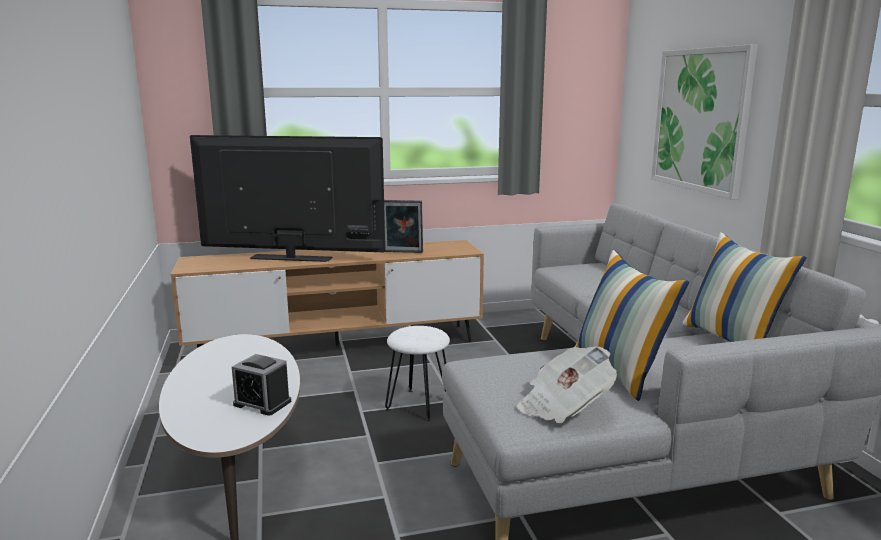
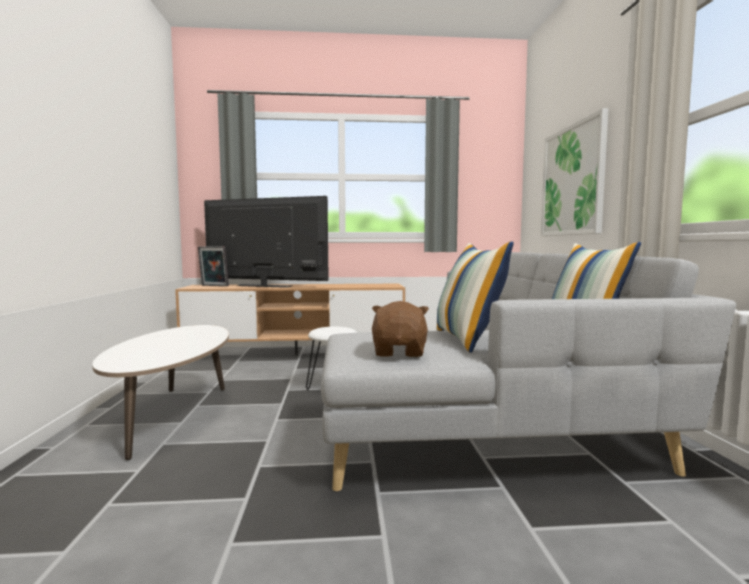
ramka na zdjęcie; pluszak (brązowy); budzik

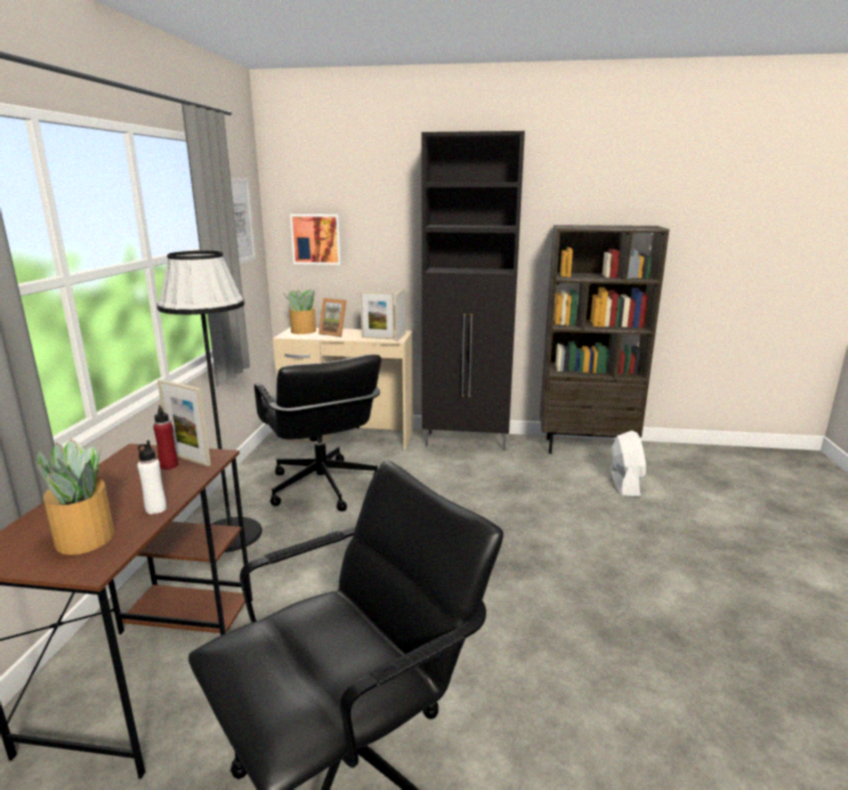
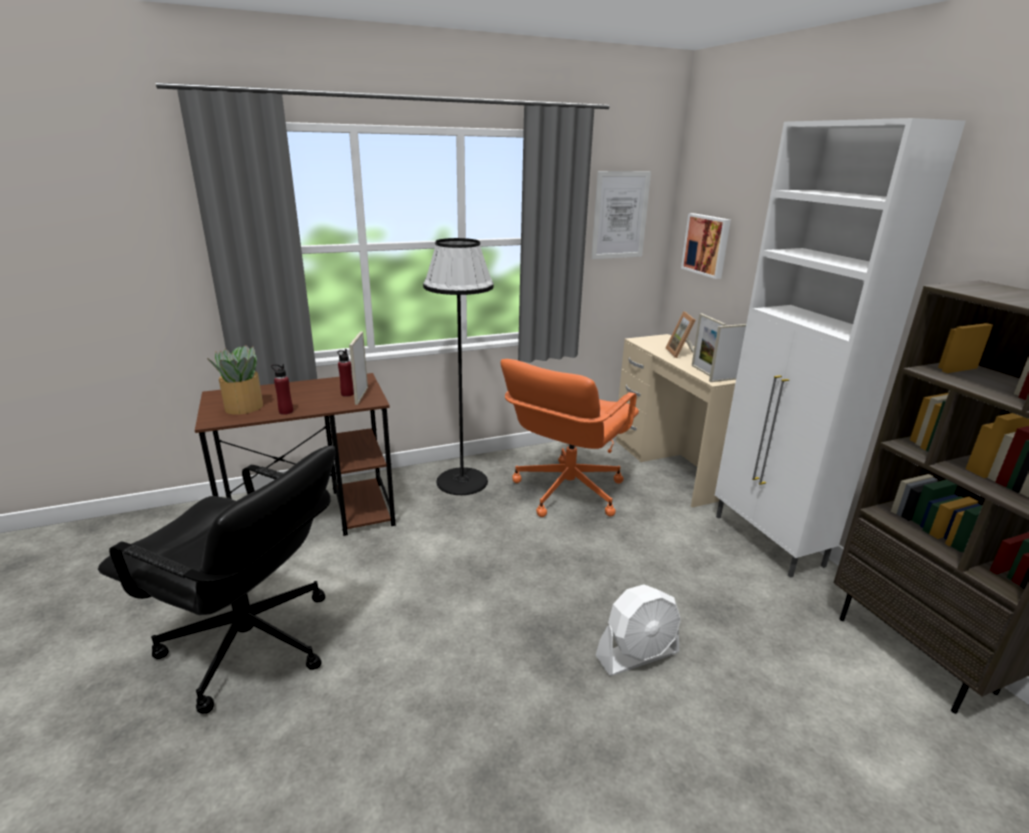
butelka (czerwony) (no. 1 from left); krzesło biurowe (pomarańczowy); wentylator (biały); szafka (biały); roślina doniczkowa (no. 2 from left in the first image)

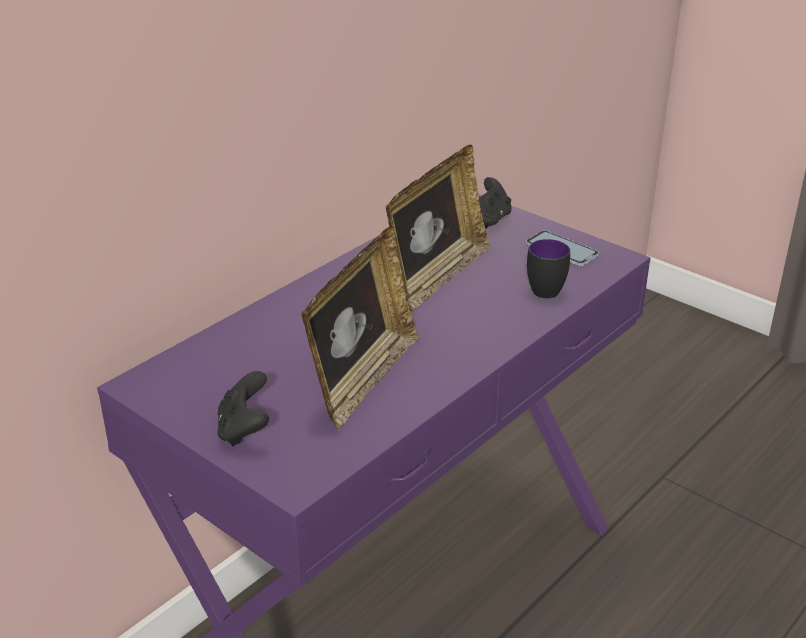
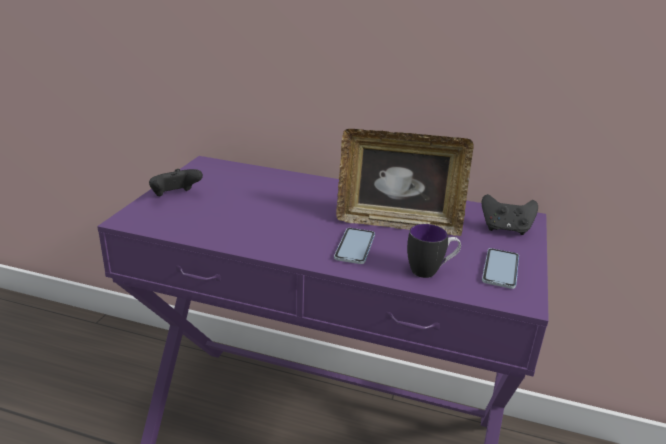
telefon (no. 1 from left); ramka na zdjęcie (no. 1 from left in the first image)

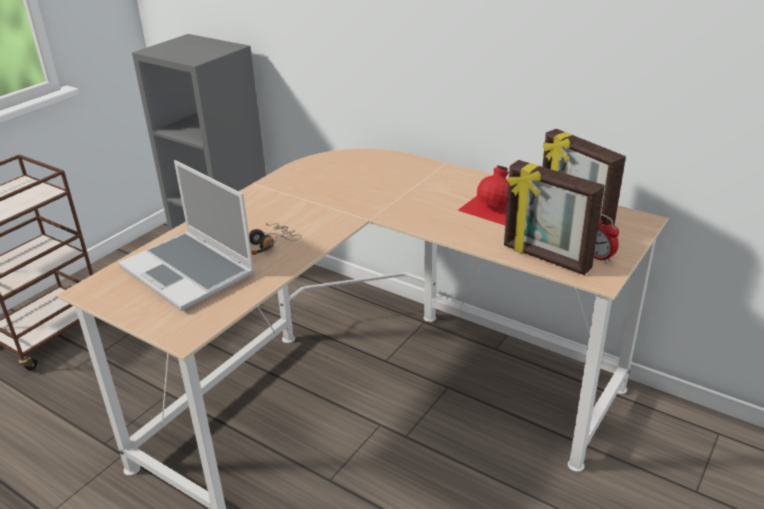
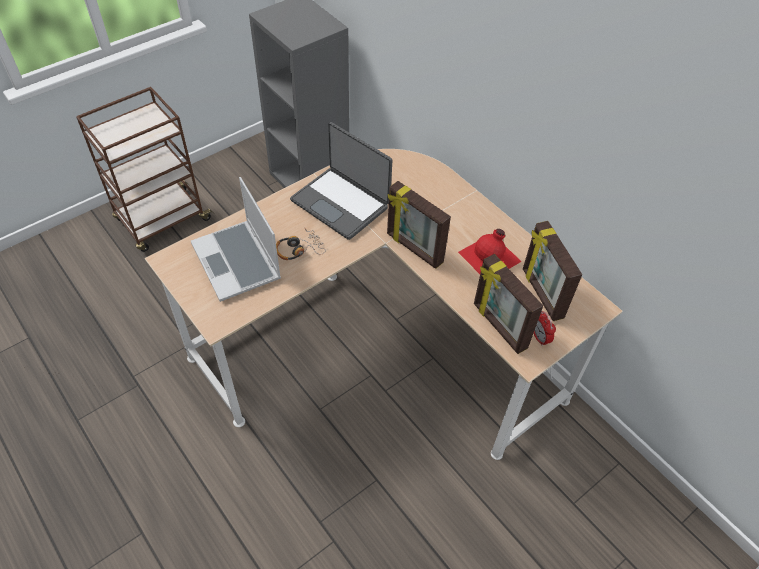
laptop (no. 2 from left); ramka na zdjęcie (no. 1 from left)

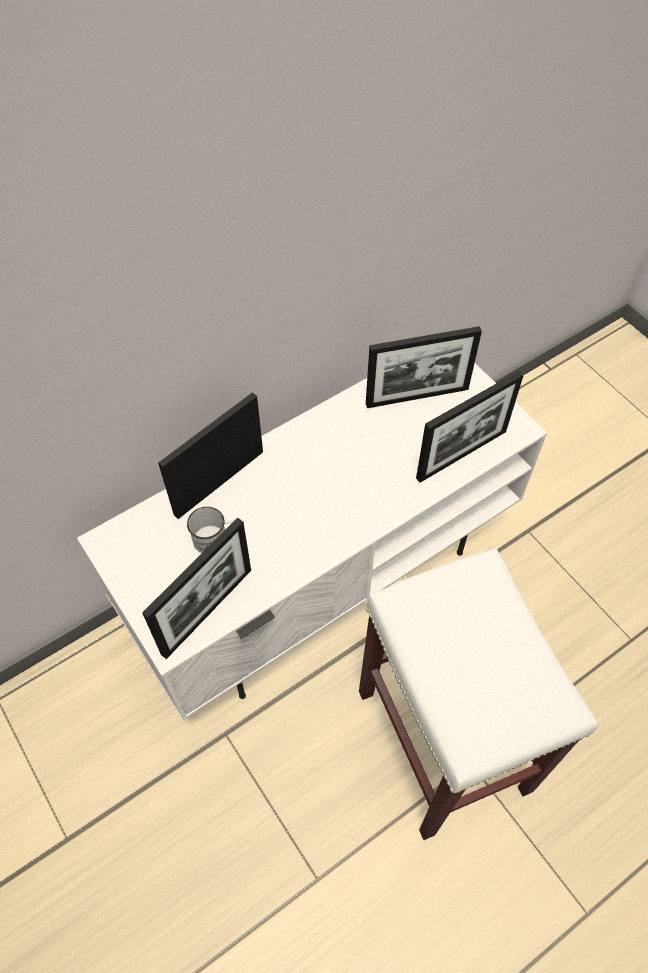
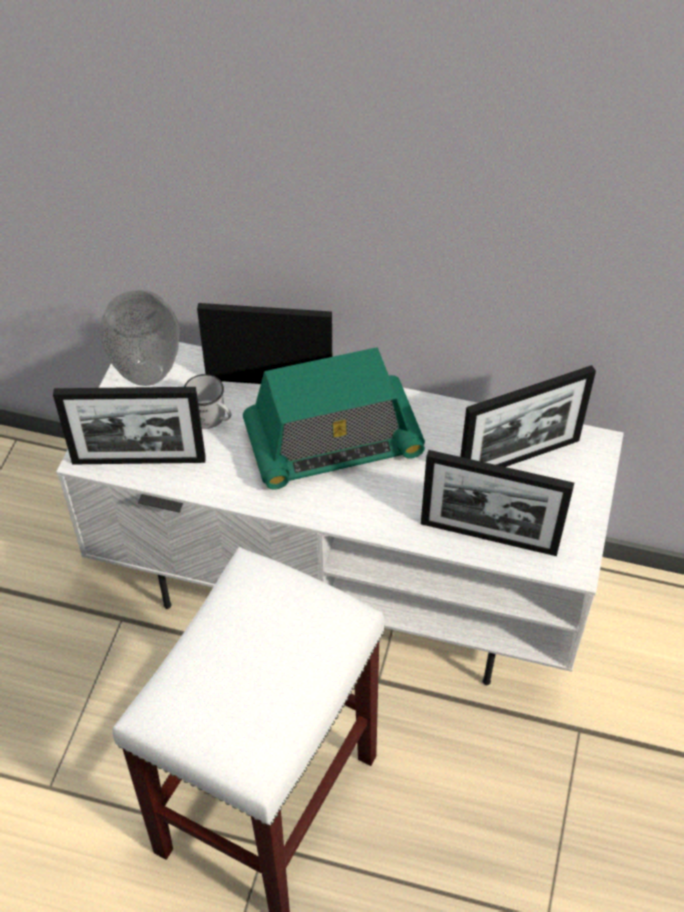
wazon; radio; ramka na zdjęcie (no. 4 from left)

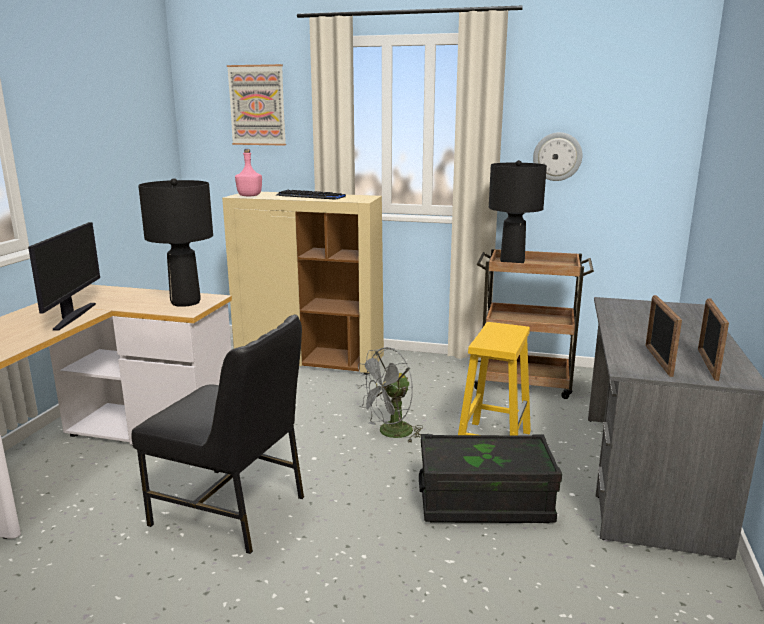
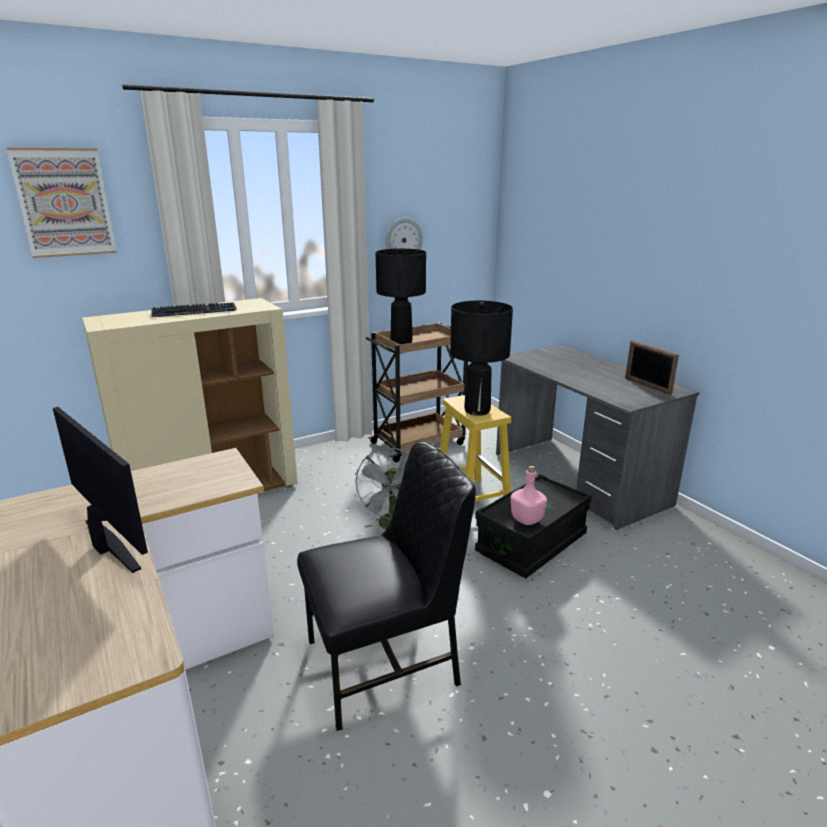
lampa stołowa (czarny) (no. 2 from left); butelka (różowy); ramka na zdjęcie (no. 1 from left in the first image)

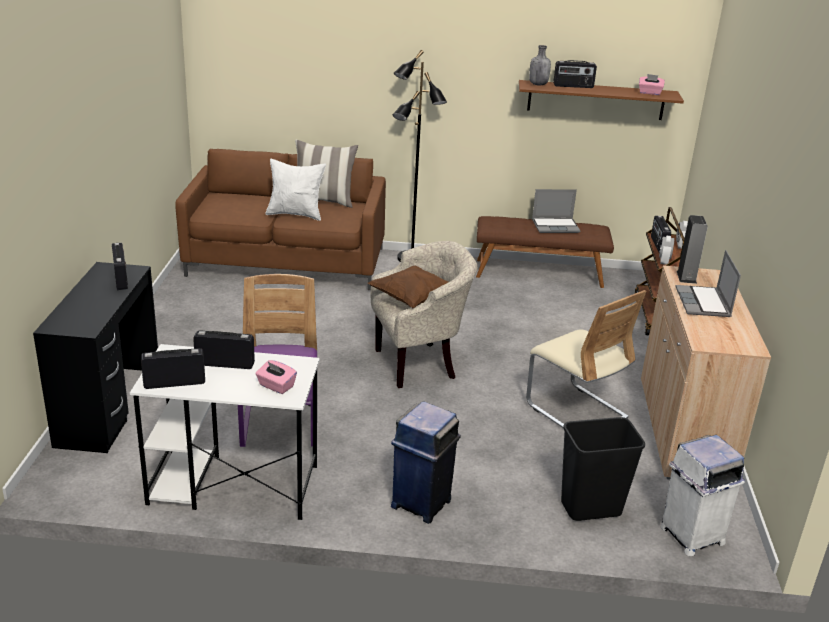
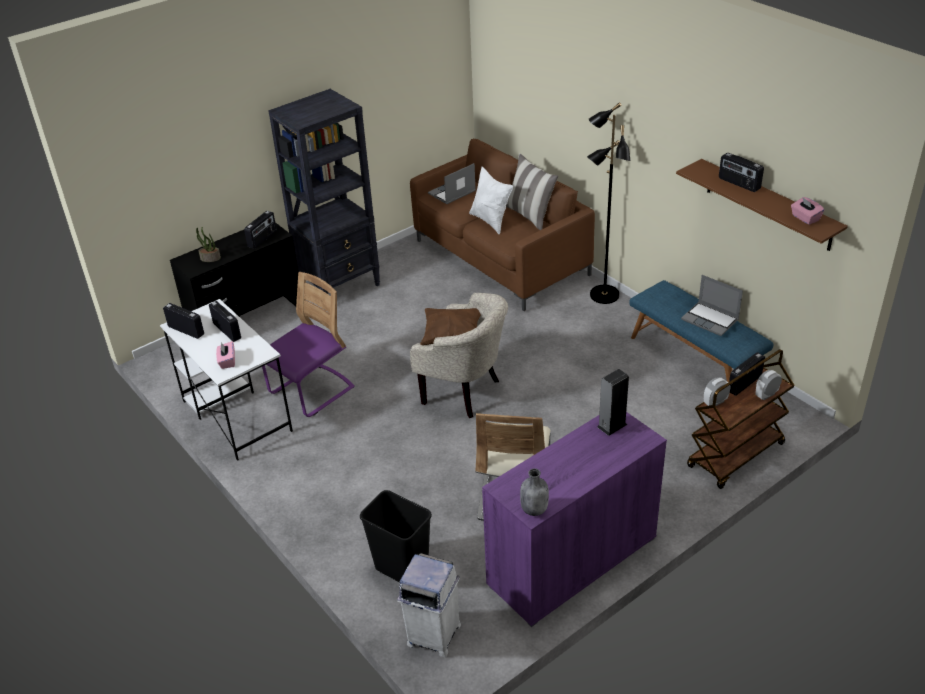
roślina doniczkowa; regał (czarny); laptop (no. 1 from left); szafka (fioletowy); butelka (szary); ławka (niebieski); kosz na śmieci (niebieski)

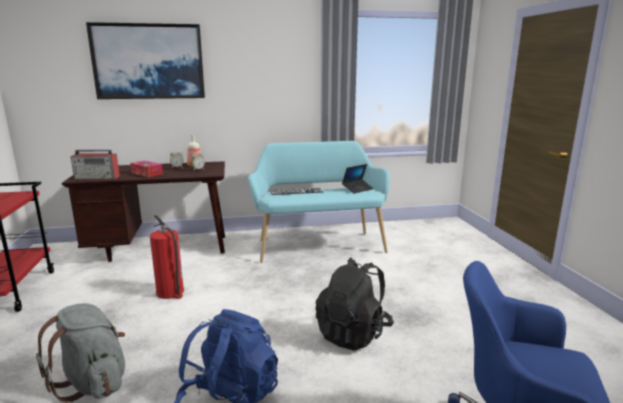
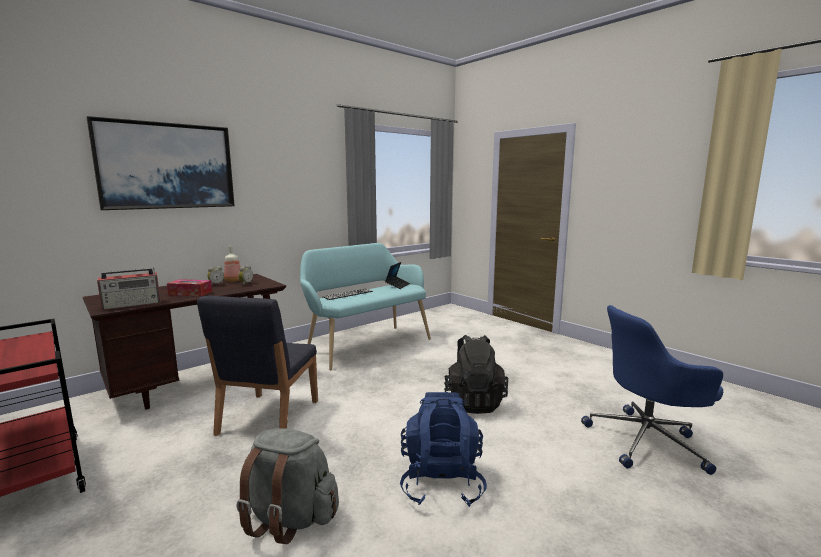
krzesło (niebieski)

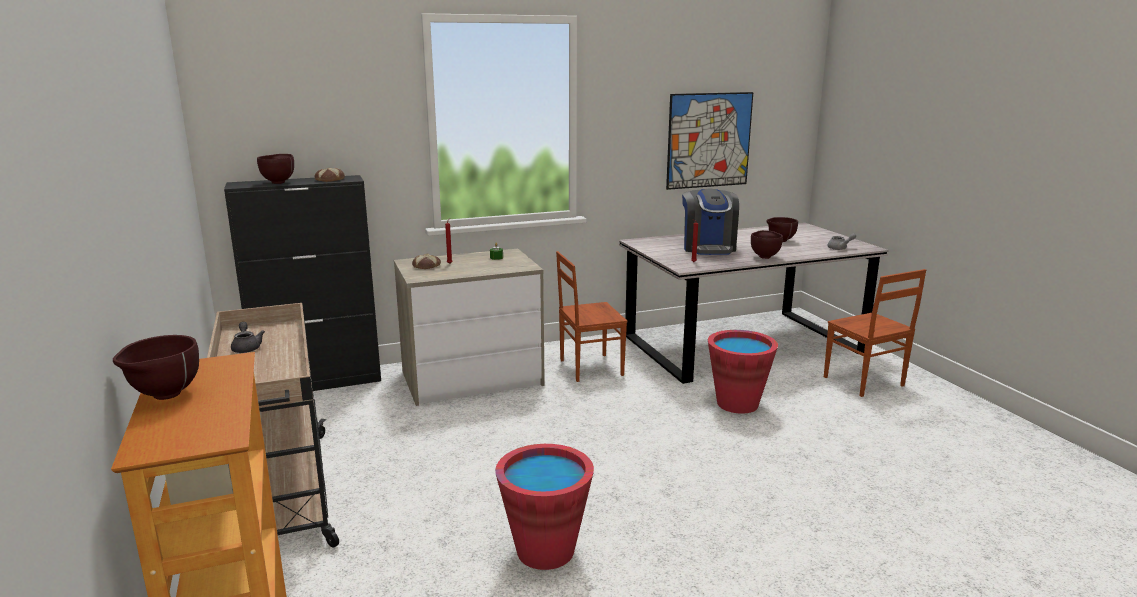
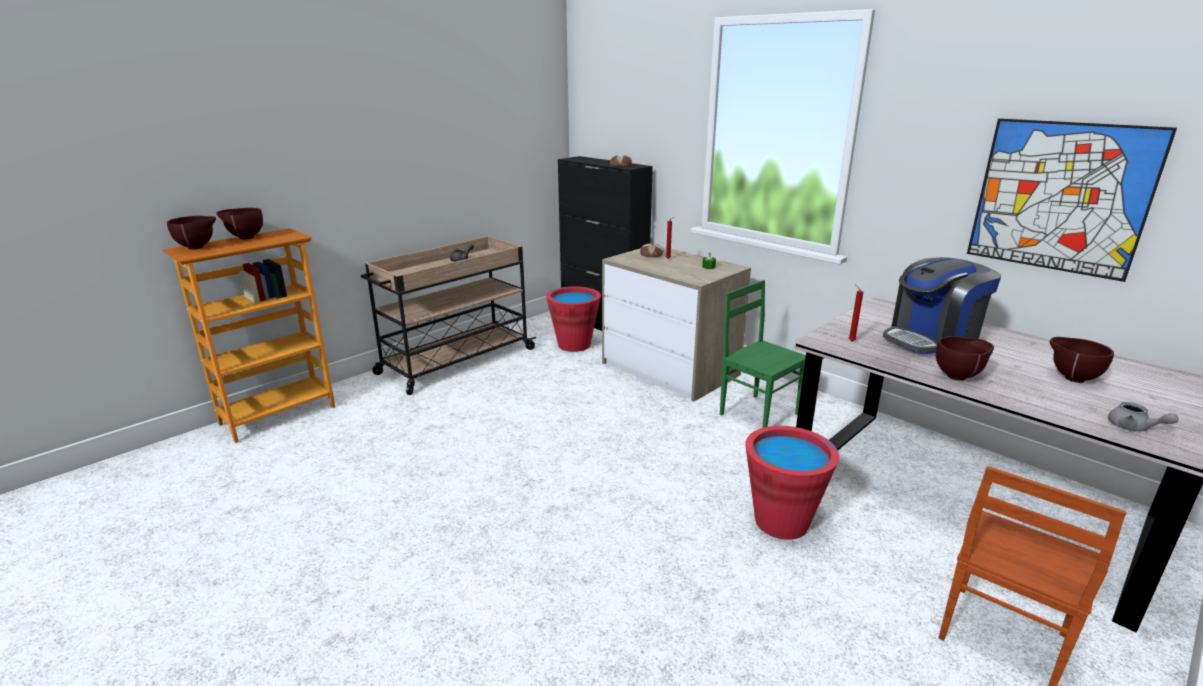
miska (brązowy) (no. 1 from left); wiadro (czerwony) (no. 1 from left); krzesło (zielony)

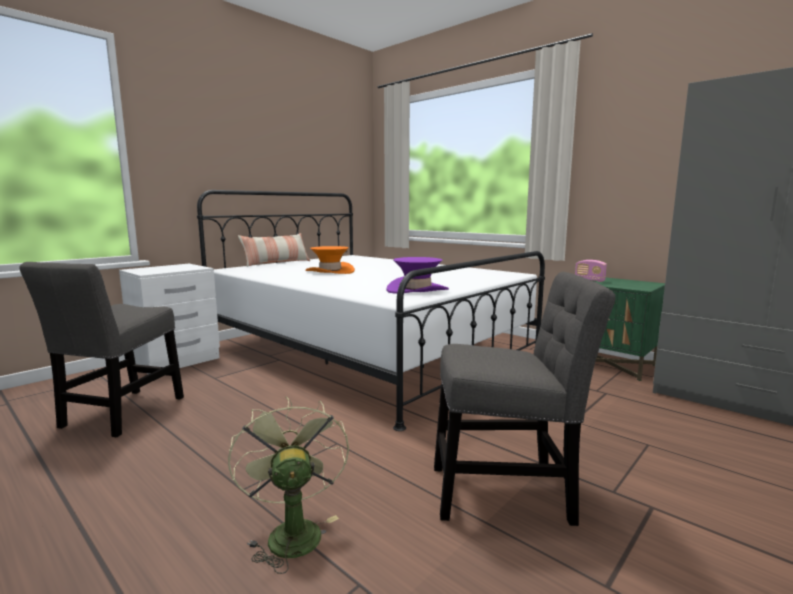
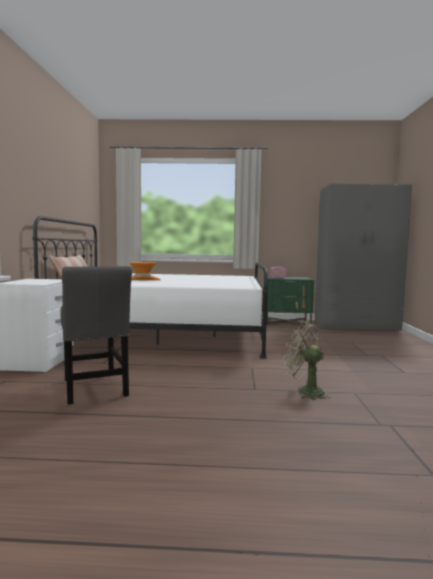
kapelusz (fioletowy); krzesło (szary) (no. 2 from left in the first image)

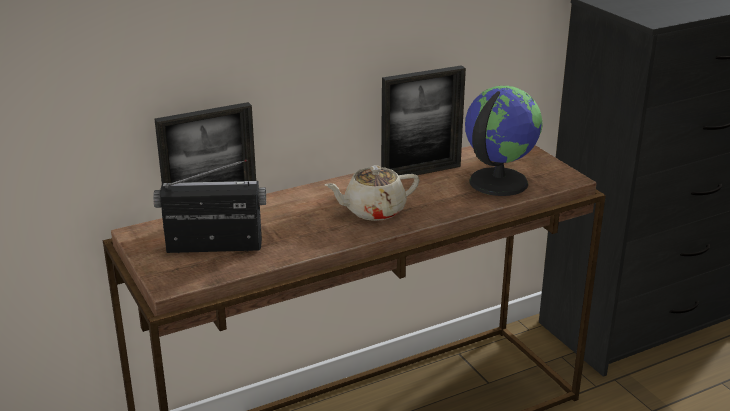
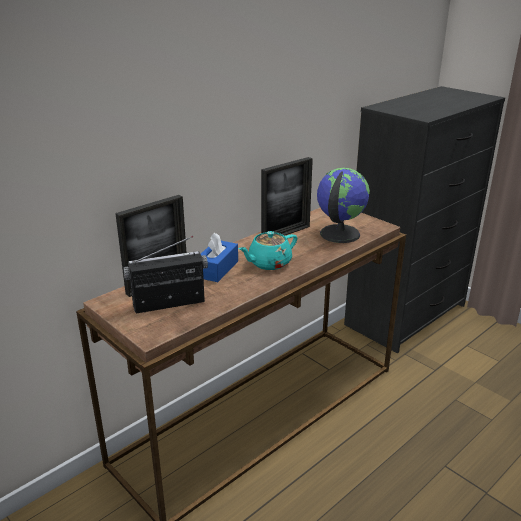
pudełko chusteczek (niebieski); imbryk (turkusowy)

